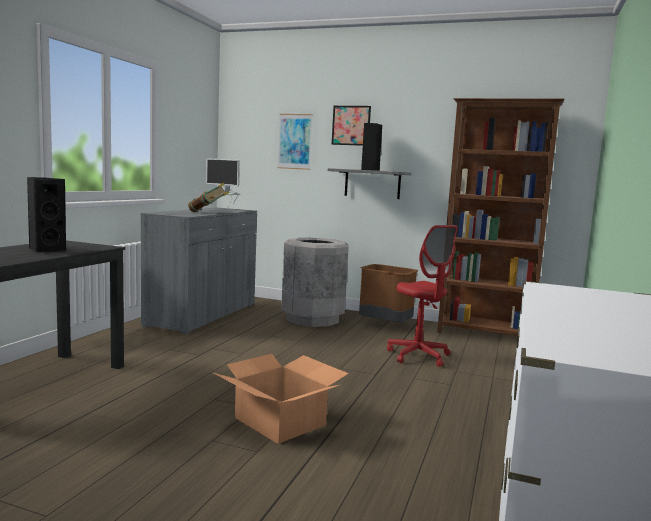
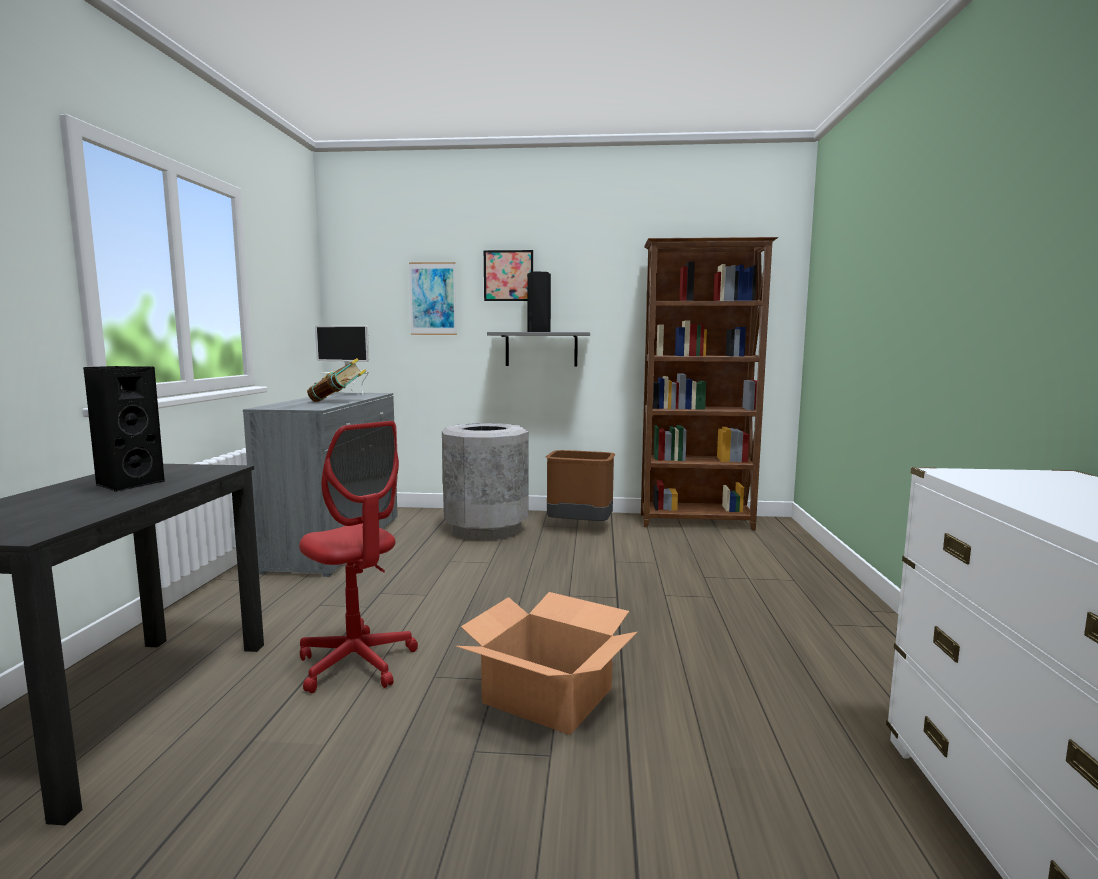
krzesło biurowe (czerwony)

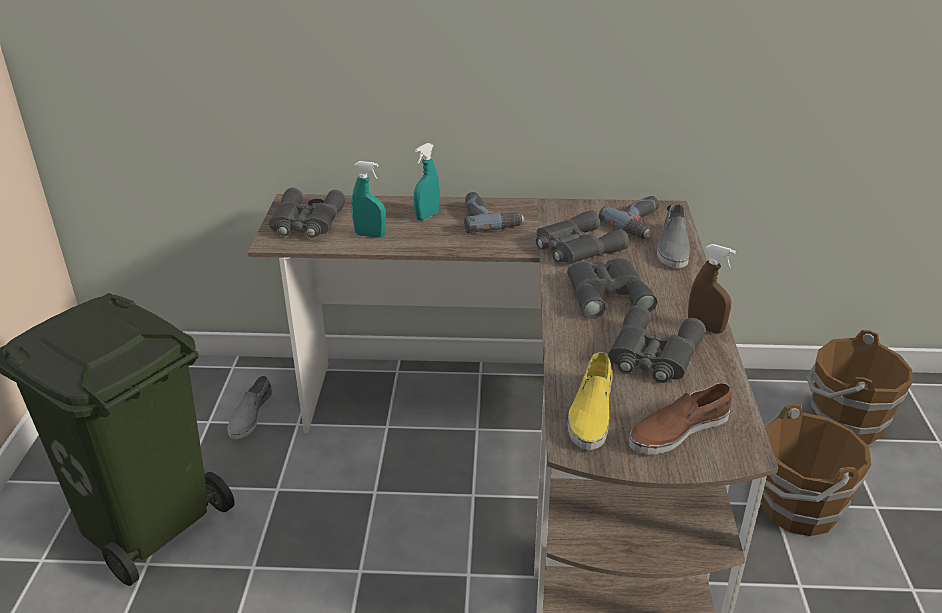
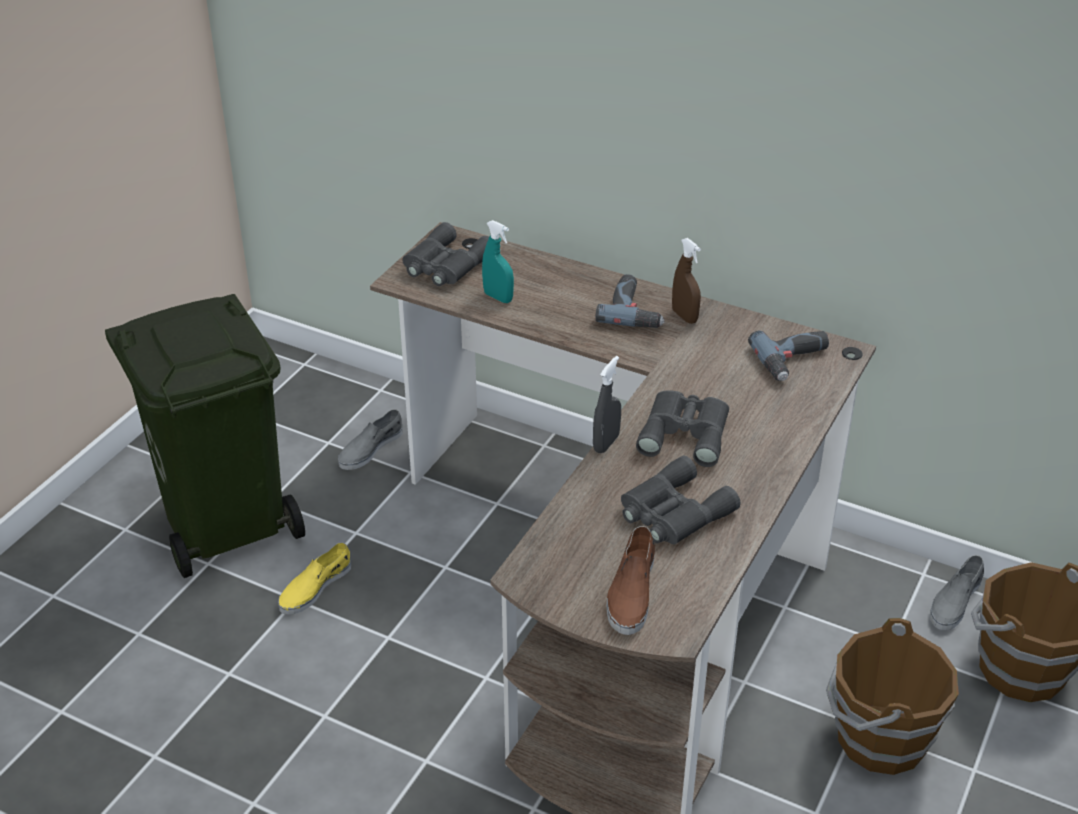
but (żółty); spryskiwacz (szary); but (brązowy); spryskiwacz (brązowy); but (szary) (no. 2 from left); spryskiwacz (turkusowy) (no. 2 from left in the first image); lornetka (szary) (no. 2 from left in the first image)

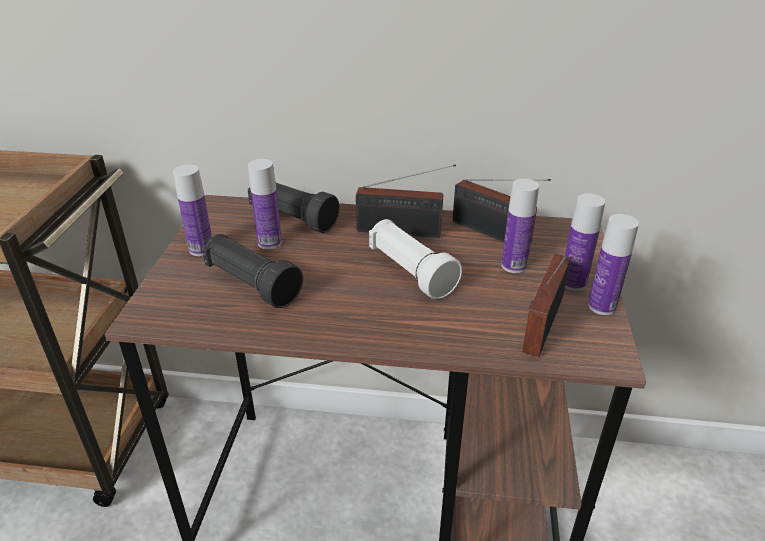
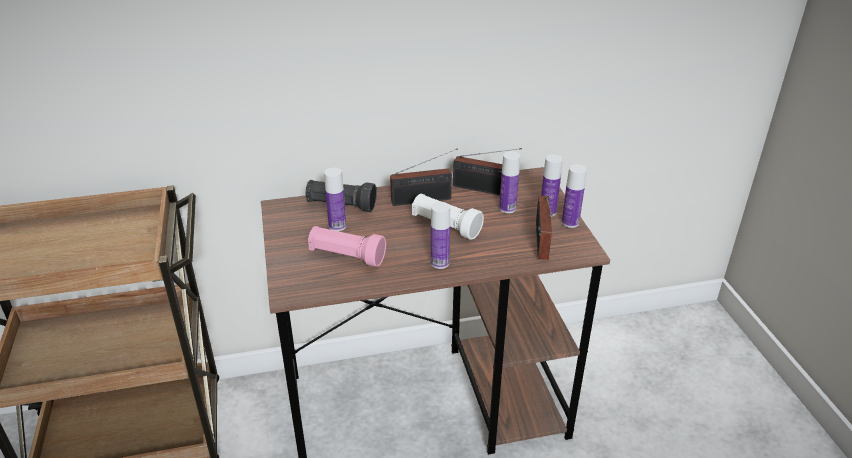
latarka (różowy); butelka (no. 2 from left)

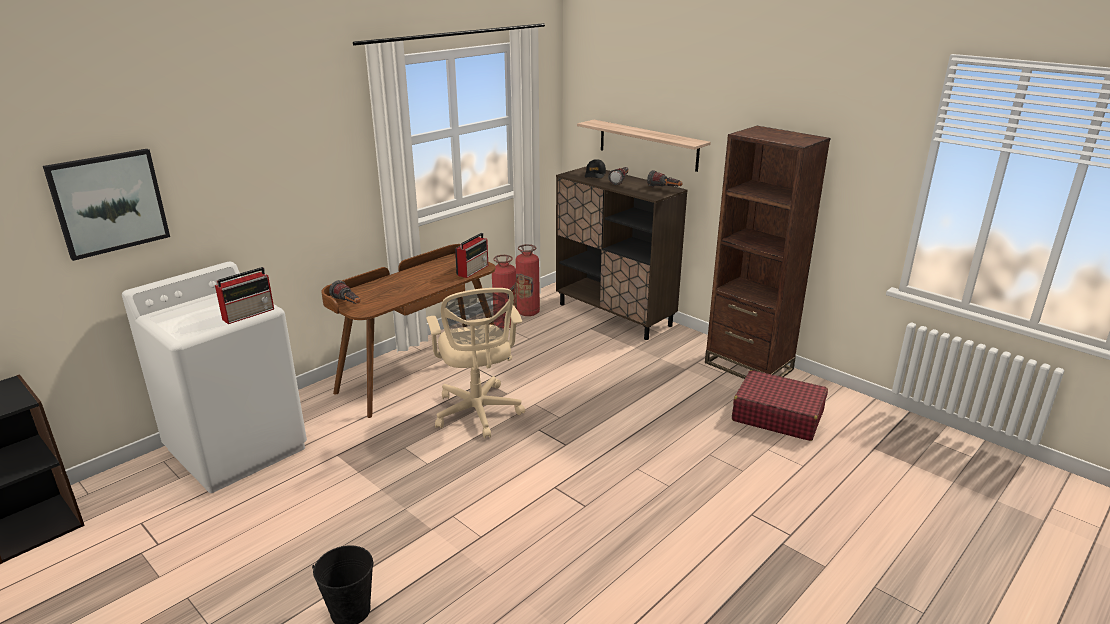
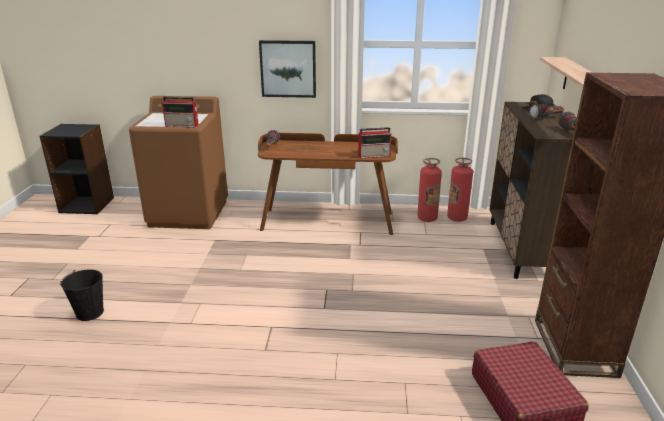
pralka (brązowy); obraz; krzesło biurowe (beżowy)

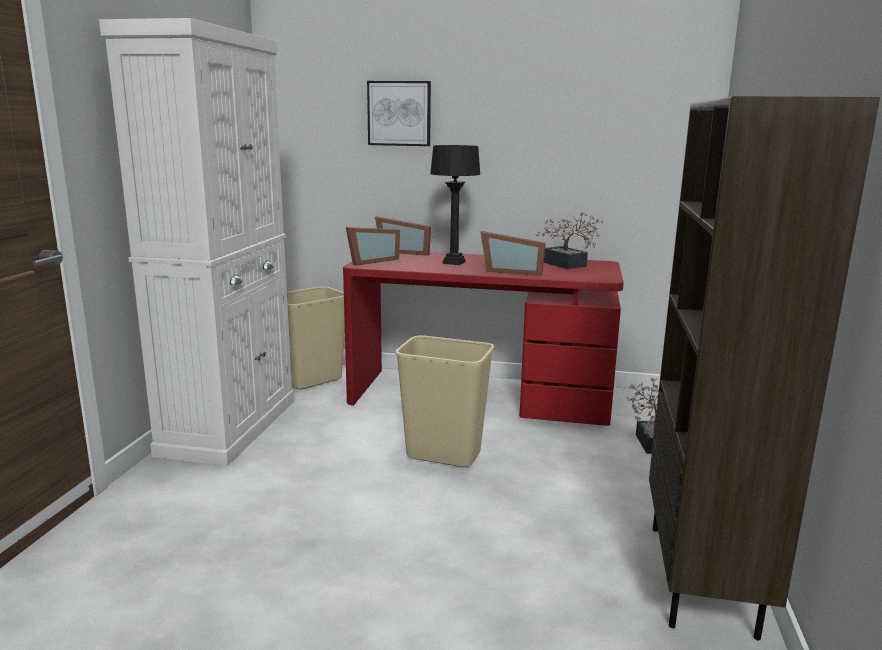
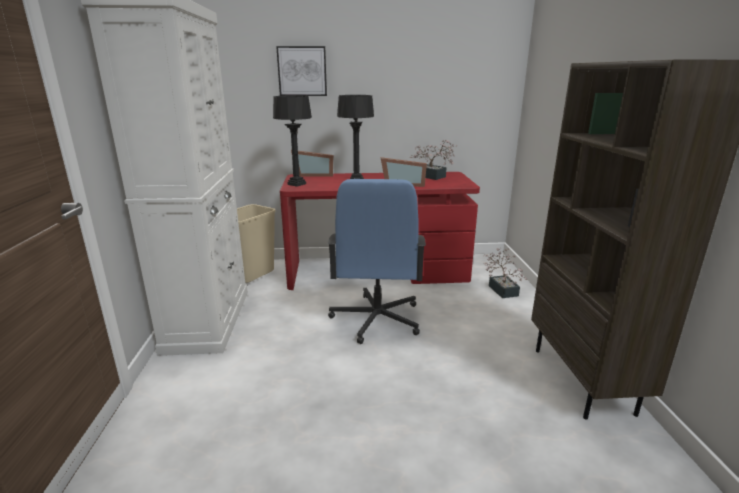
lampa stołowa (czarny) (no. 1 from left); krzesło biurowe (niebieski)

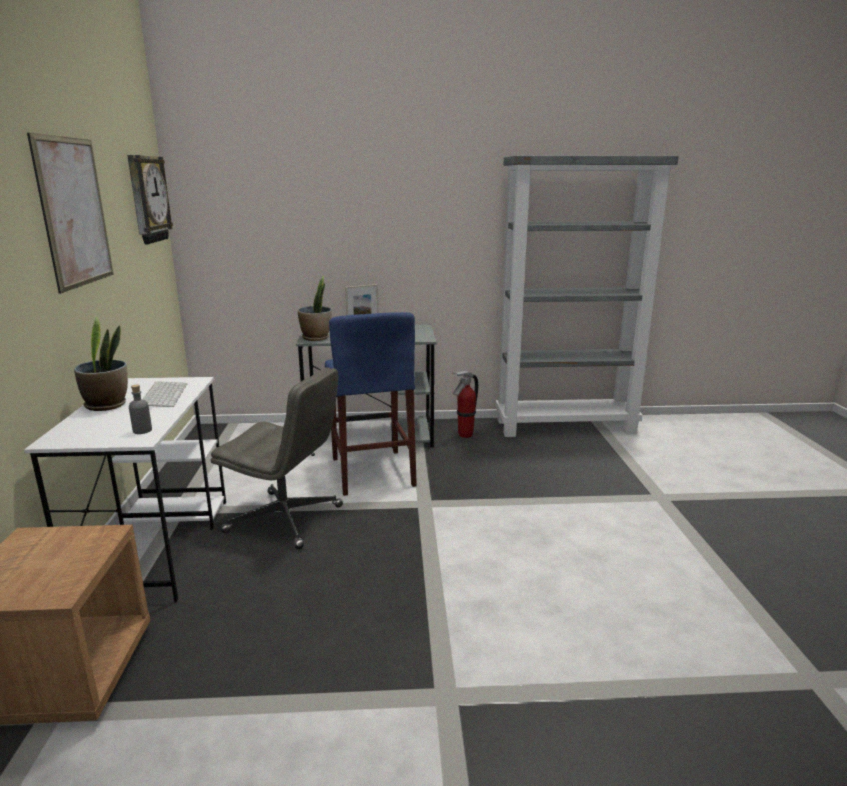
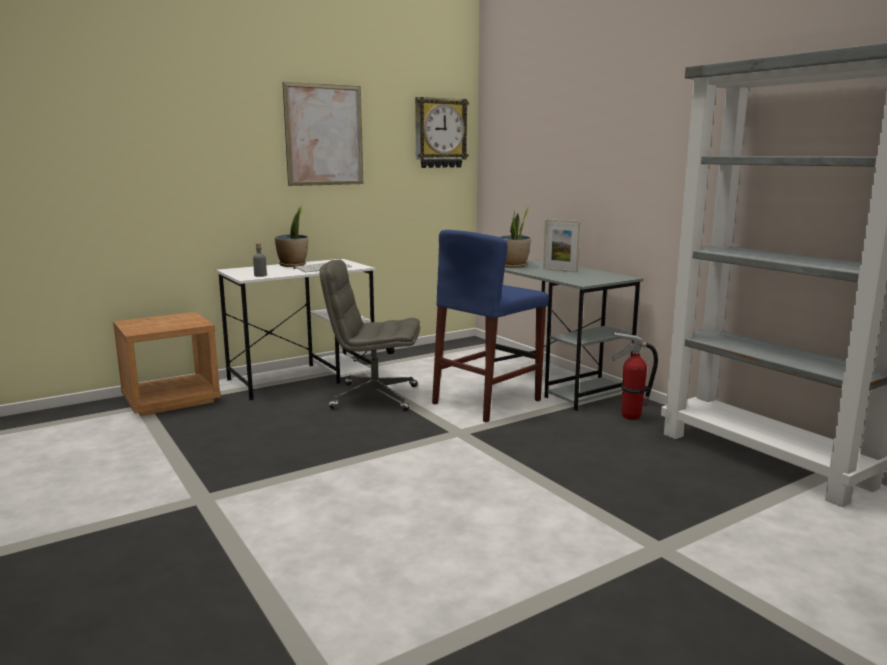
krzesło biurowe (szary)

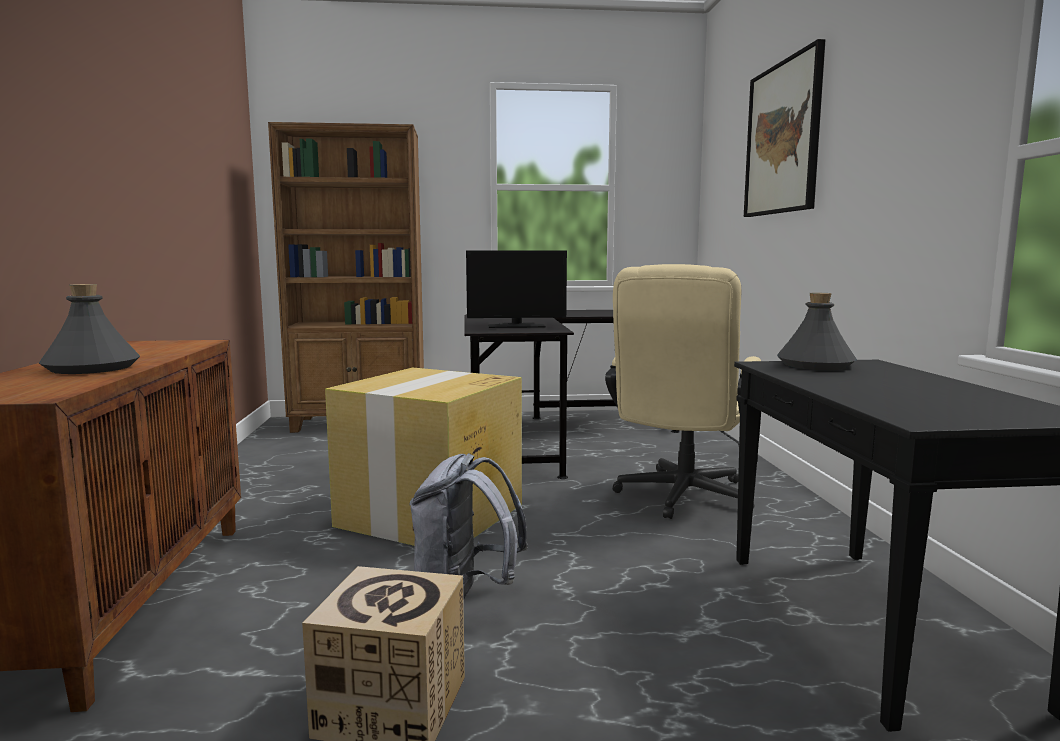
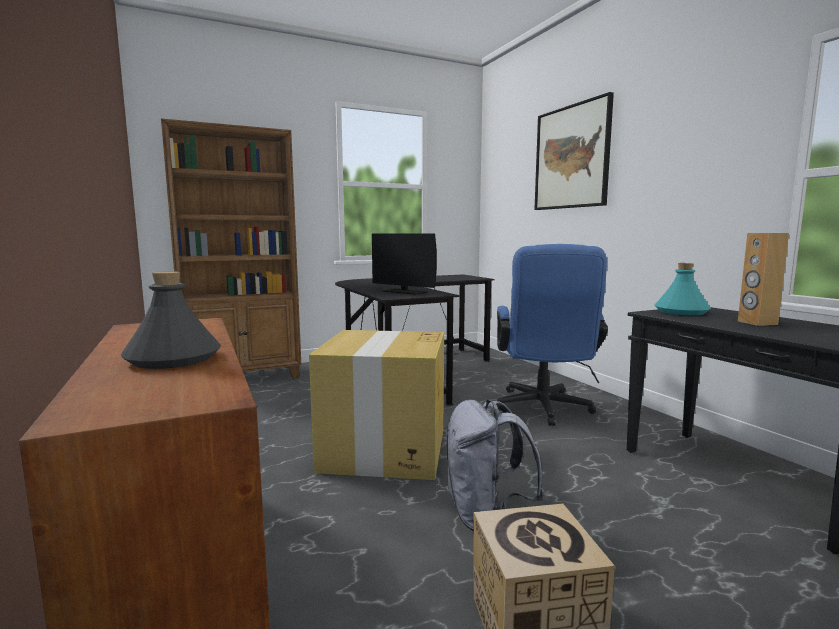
monitor; krzesło biurowe (niebieski); butelka (turkusowy); głośnik (brązowy)

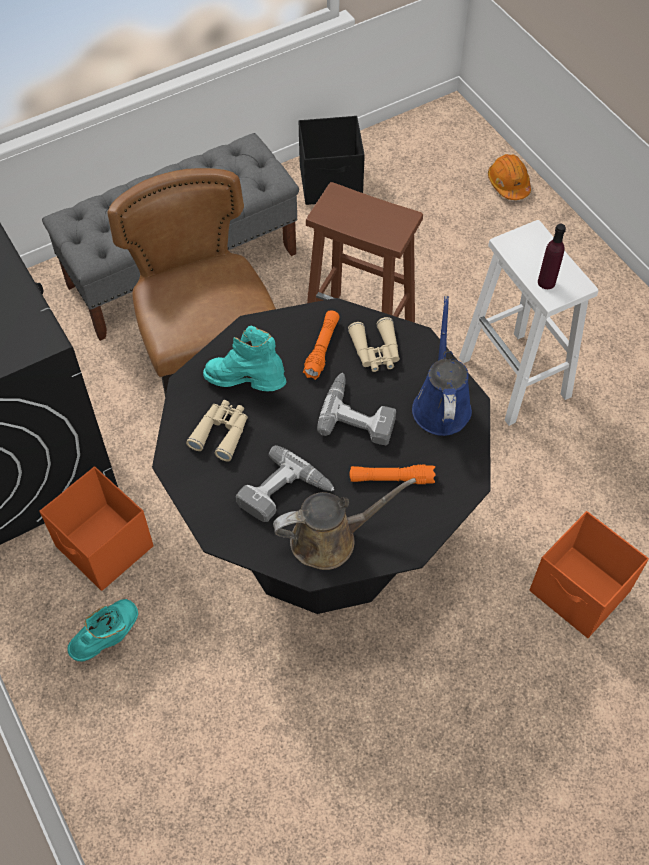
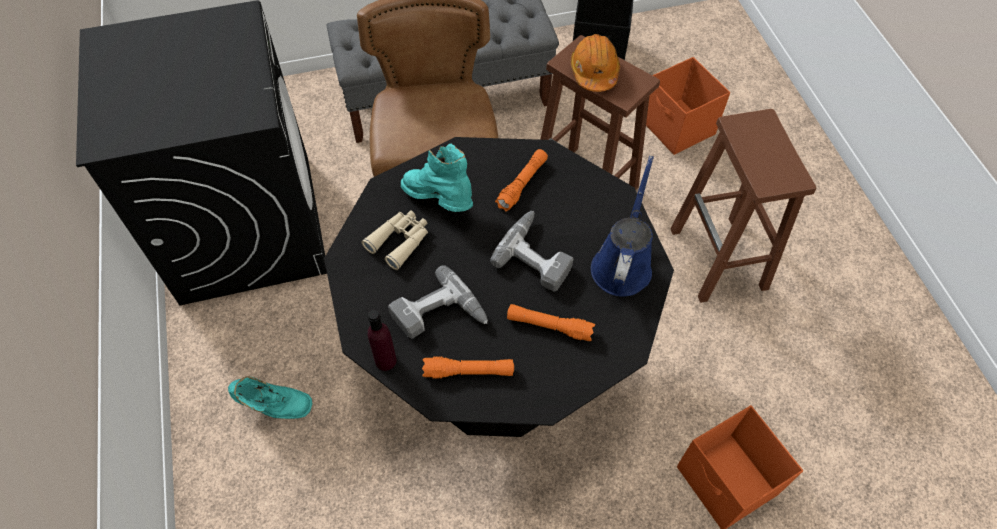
but z cholewką (turkusowy) (no. 1 from left); butelka (fioletowy); latarka (pomarańczowy) (no. 1 from left); kask (pomarańczowy); pojemnik do przechowywania (pomarańczowy) (no. 1 from left); stołek (brązowy) (no. 2 from left); lornetka (beżowy) (no. 2 from left in the first image)

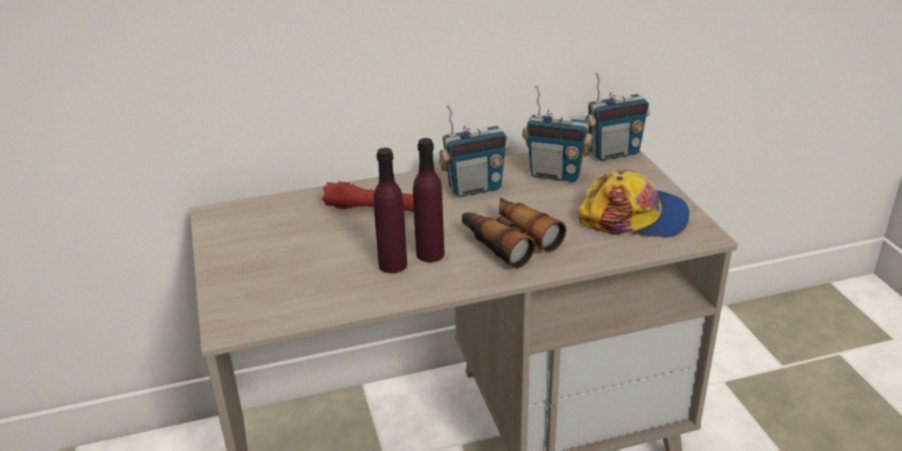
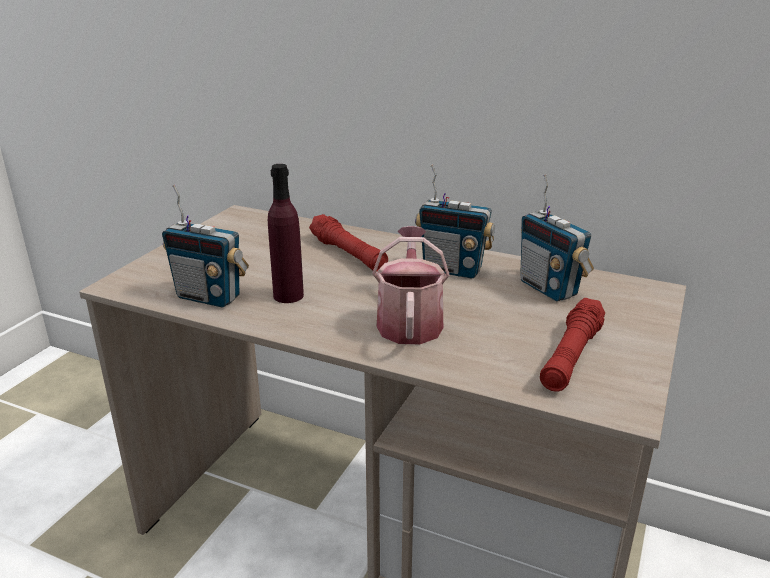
radio (no. 1 from left); konewka; latarka (czerwony) (no. 2 from left); butelka (fioletowy) (no. 2 from left in the first image)

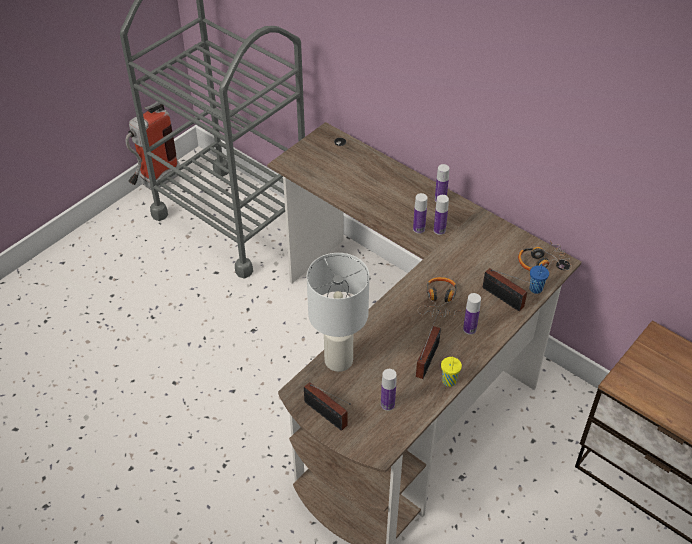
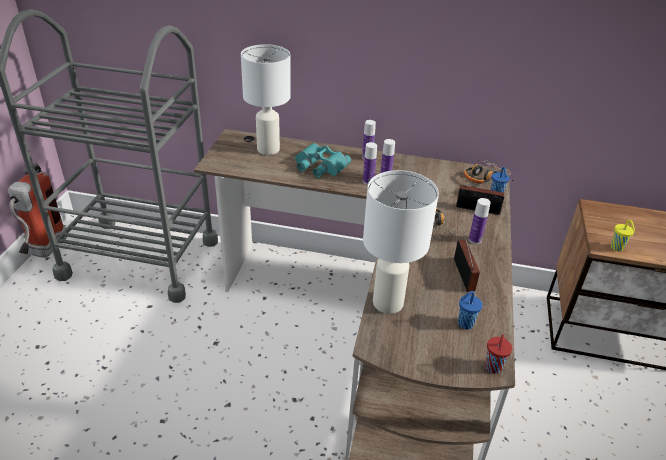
lampa stołowa (biały) (no. 1 from left); lornetka (turkusowy); filiżanka (niebieski) (no. 1 from left); filiżanka (czerwony); filiżanka (żółty); radio (no. 1 from left in the first image)

